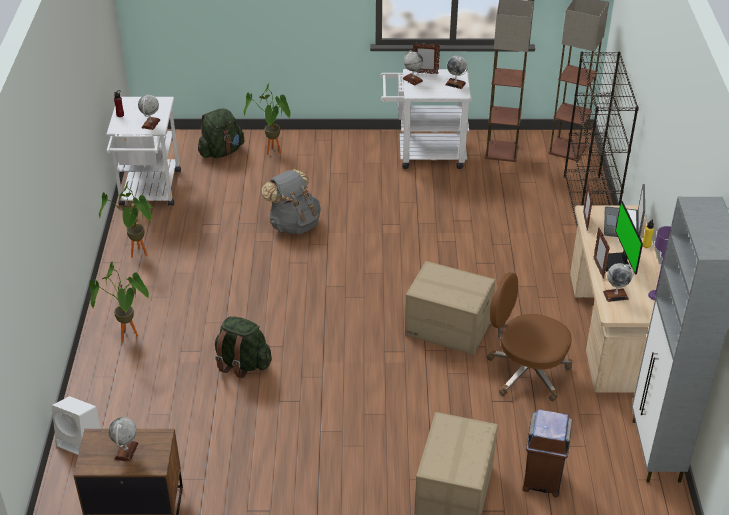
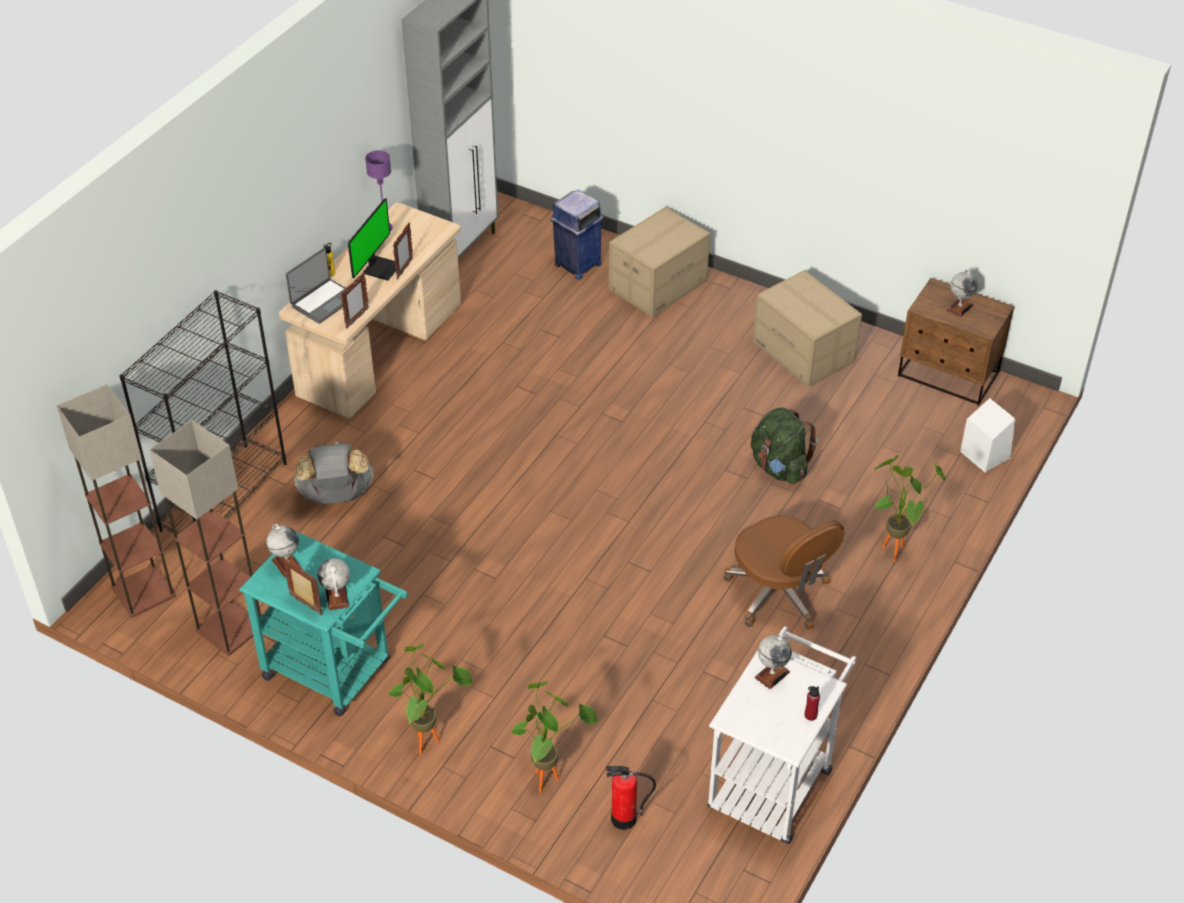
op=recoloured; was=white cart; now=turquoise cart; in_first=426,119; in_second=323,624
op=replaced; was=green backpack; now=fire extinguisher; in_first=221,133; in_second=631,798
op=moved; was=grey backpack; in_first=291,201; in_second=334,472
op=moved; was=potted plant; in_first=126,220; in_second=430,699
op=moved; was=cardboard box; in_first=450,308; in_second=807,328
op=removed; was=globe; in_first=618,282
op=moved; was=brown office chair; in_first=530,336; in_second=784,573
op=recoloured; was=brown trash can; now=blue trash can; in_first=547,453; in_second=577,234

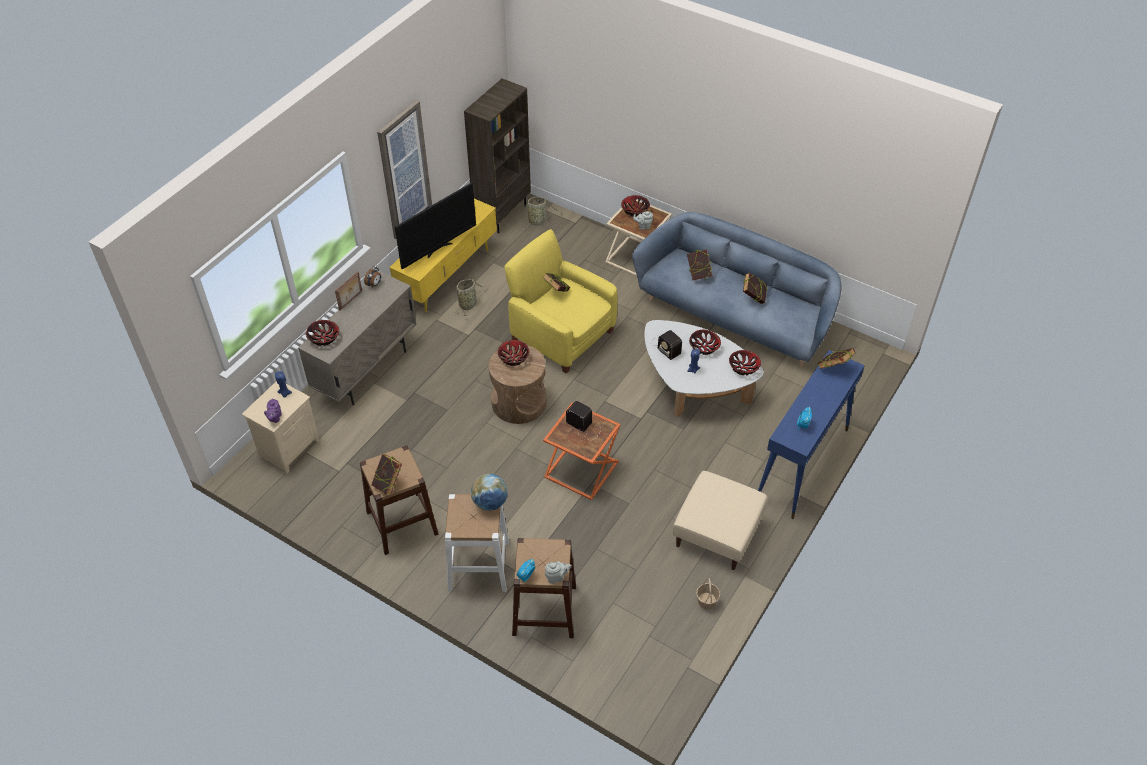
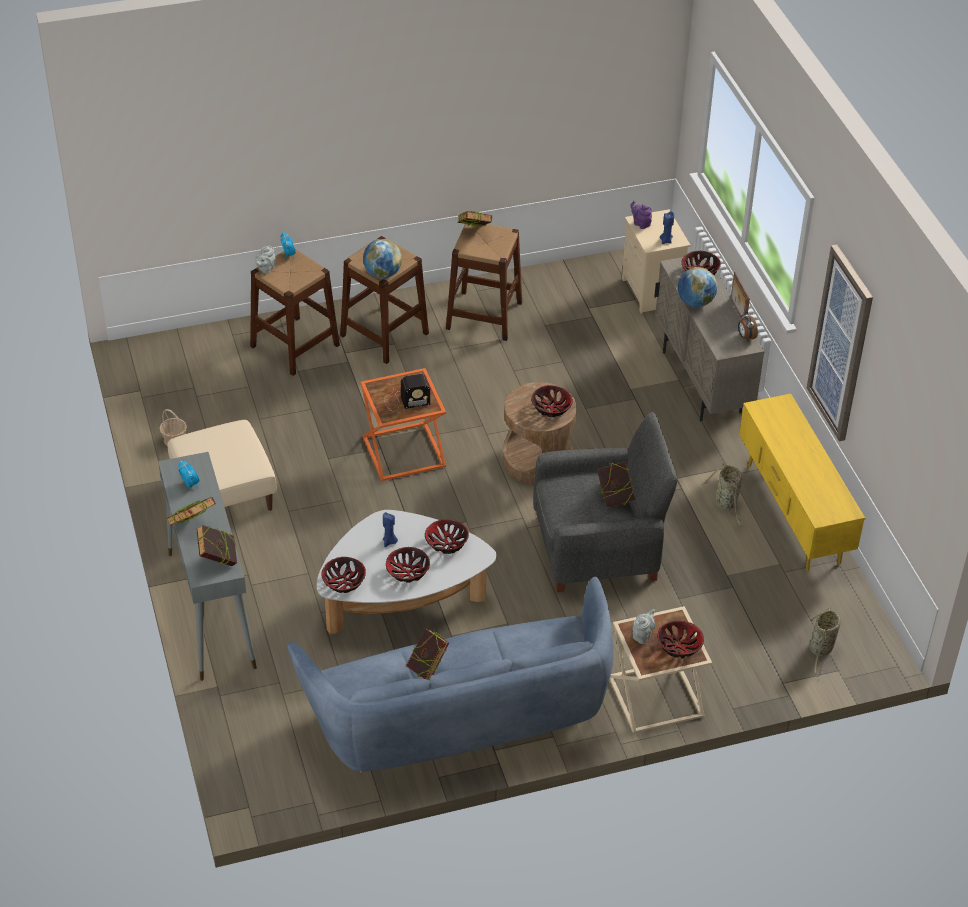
op=removed; was=brown bookcase; in_first=497,155
op=removed; was=television; in_first=435,226
op=recoloured; was=yellow armchair; now=grey armchair; in_first=560,301; in_second=605,502
op=moved; was=book; in_first=700,265; in_second=191,511
op=replaced; was=radio; now=bowl; in_first=666,345; in_second=447,536
op=recoloured; was=blue console table; now=grey console table; in_first=811,434; in_second=207,566
op=recoloured; was=white stool; now=brown stool; in_first=477,543; in_second=384,300
op=added; now=globe; in_second=697,287

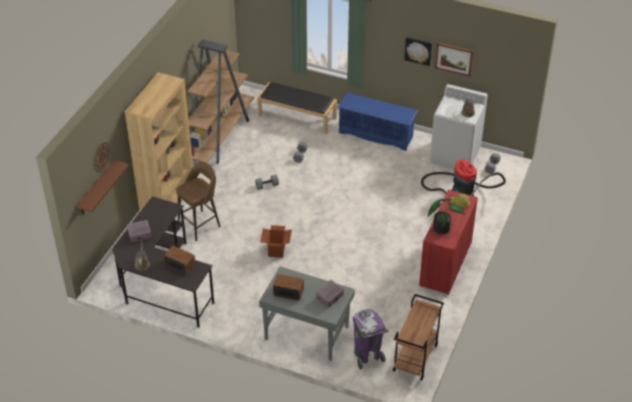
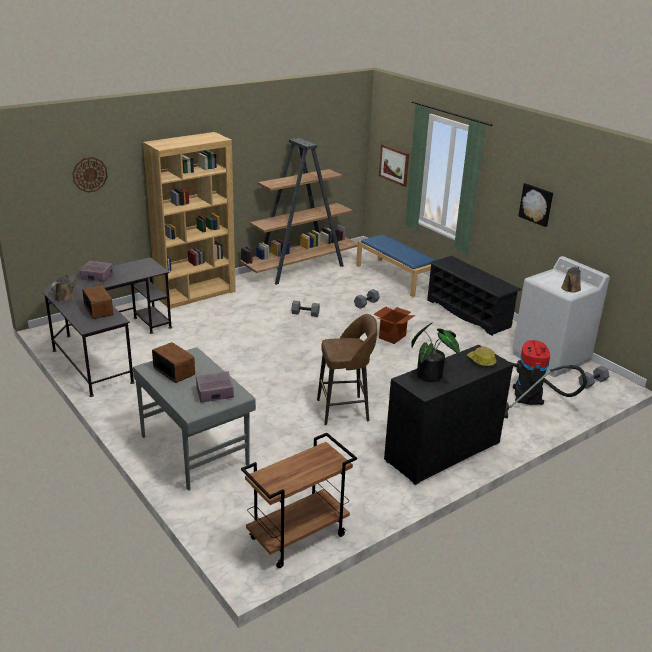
op=moved; was=picture; in_first=454,60; in_second=394,165
op=recoloured; was=black bench; now=blue bench; in_first=297,108; in_second=395,266
op=recoloured; was=blue shoe rack; now=black shoe rack; in_first=378,122; in_second=474,296
op=removed; was=brown shelf; in_first=103,187
op=moved; was=brown stool; in_first=198,201; in_second=347,369
op=recoloured; was=red cabinet; now=black cabinet; in_first=448,242; in_second=449,415
op=moved; was=cardboard box; in_first=276,241; in_second=394,325
op=removed; was=purple trash can; in_first=371,339

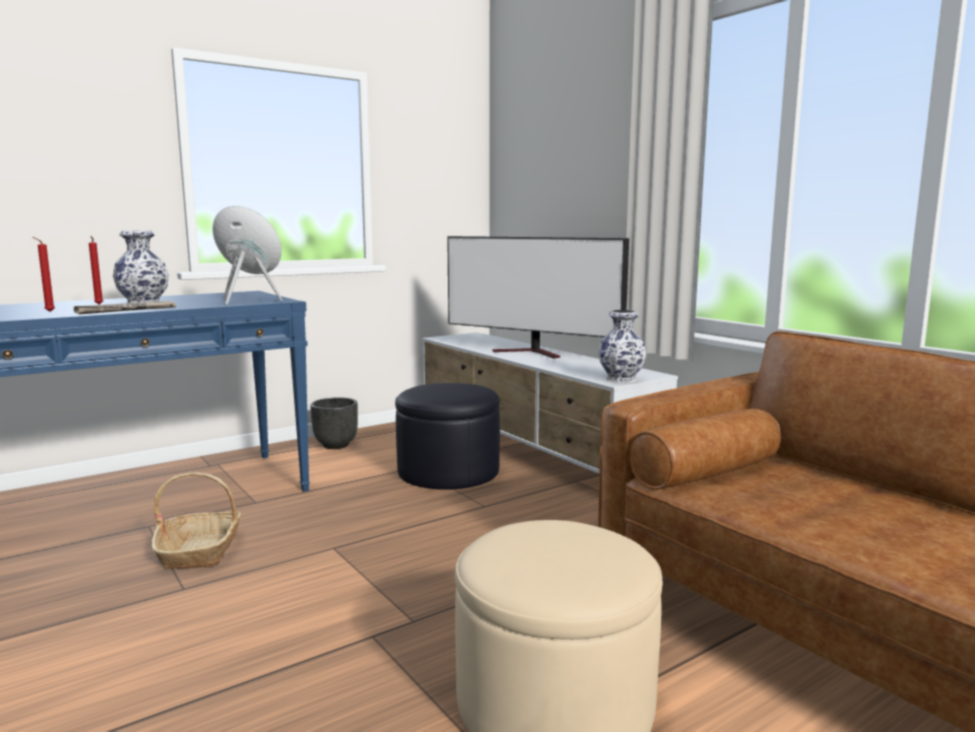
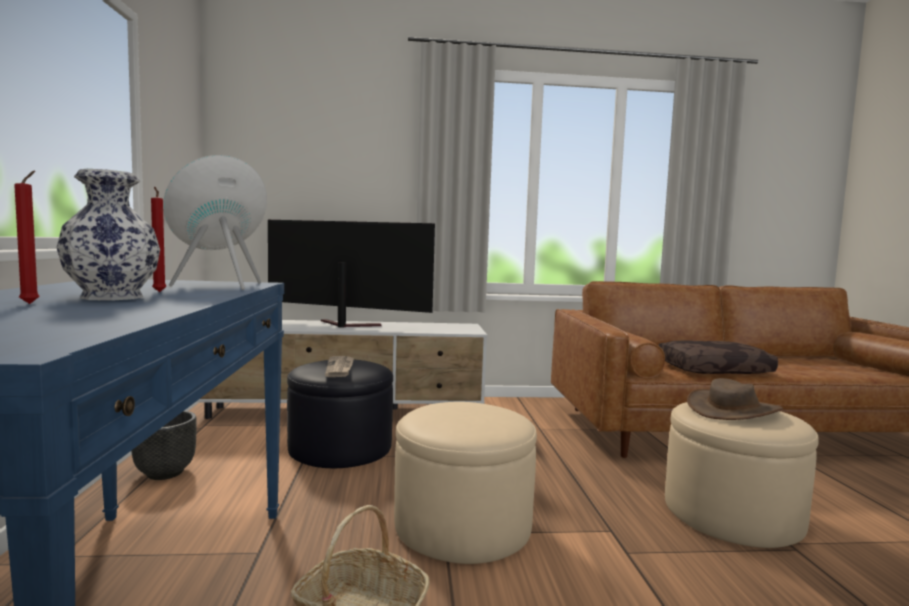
op=turned; was=television; in_first=538,297; in_second=351,274; clockwise=-135
op=moved; was=red candle; in_first=43,274; in_second=159,239
op=moved; was=newspaper; in_first=124,307; in_second=339,366
op=removed; was=vase; in_first=622,346
op=added; now=brown pillow; in_second=718,357
op=added; now=brown hat; in_second=735,399
op=added; now=beige ottoman; in_second=465,483

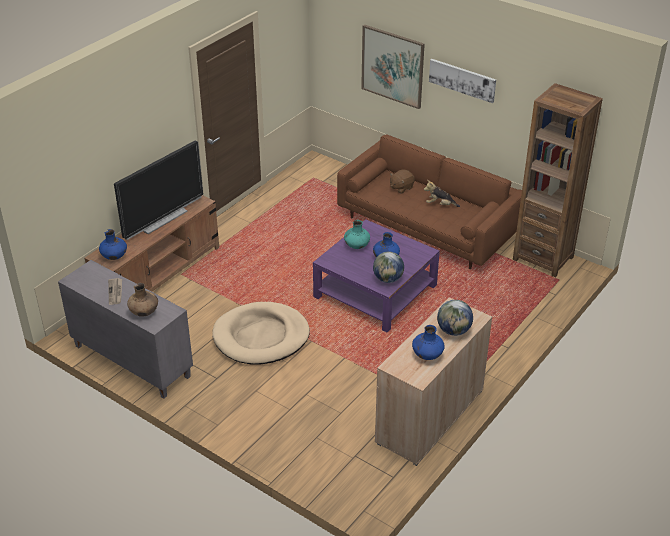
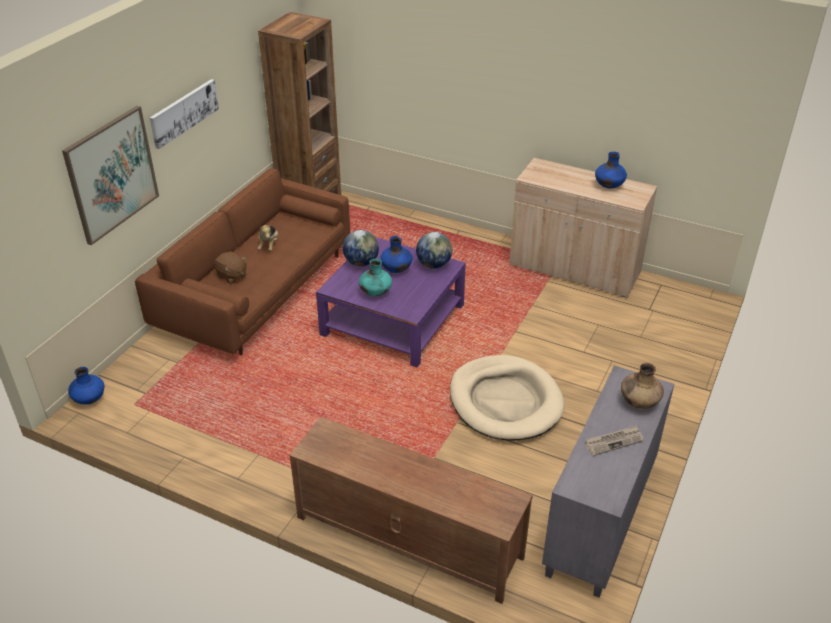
op=removed; was=television; in_first=158,190
op=moved; was=blue vase; in_first=113,244; in_second=86,386
op=moved; was=globe; in_first=455,318; in_second=361,248

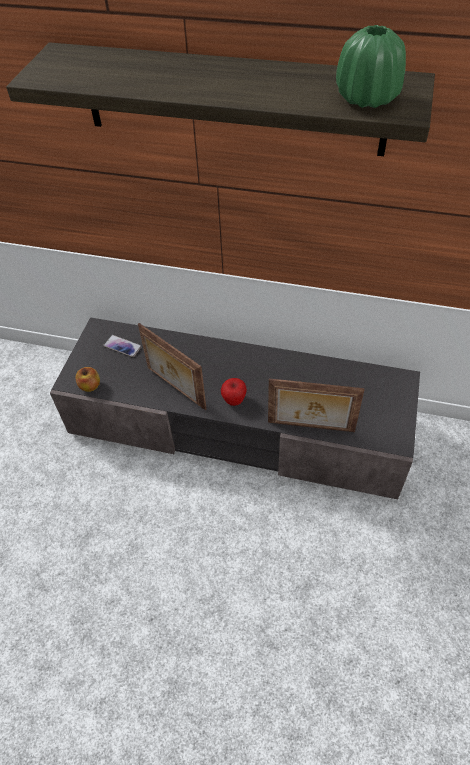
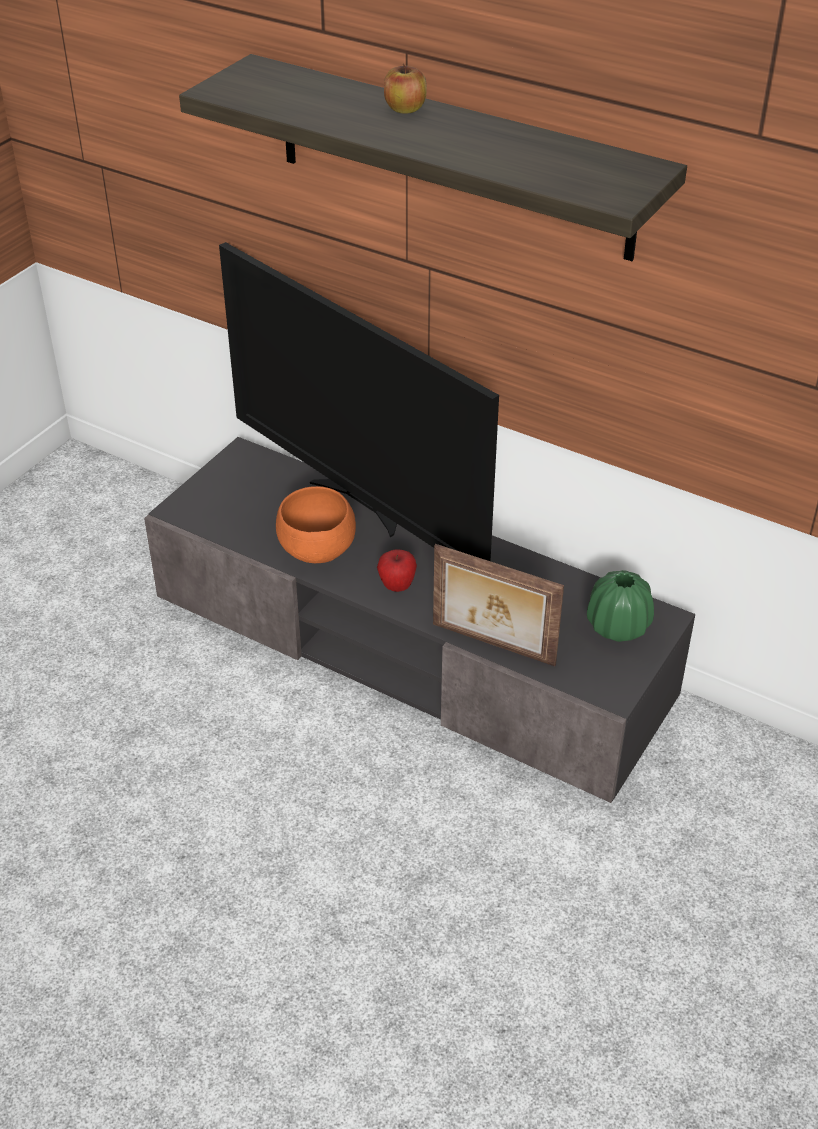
op=moved; was=green vase; in_first=371,66; in_second=620,606
op=replaced; was=picture frame; now=orange bowl; in_first=172,366; in_second=316,524
op=removed; was=phone; in_first=122,346
op=moved; was=apple; in_first=87,379; in_second=405,88
op=added; now=television; in_second=359,401

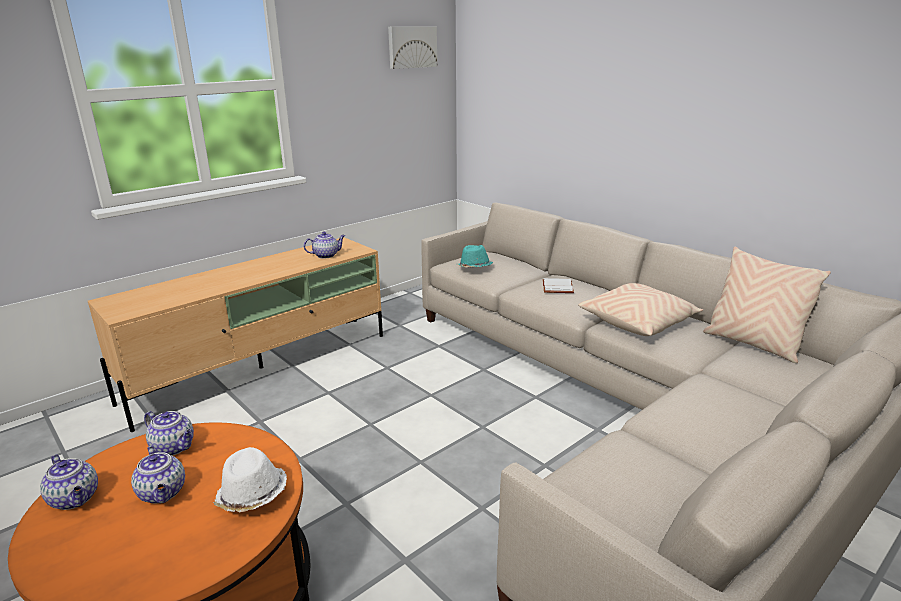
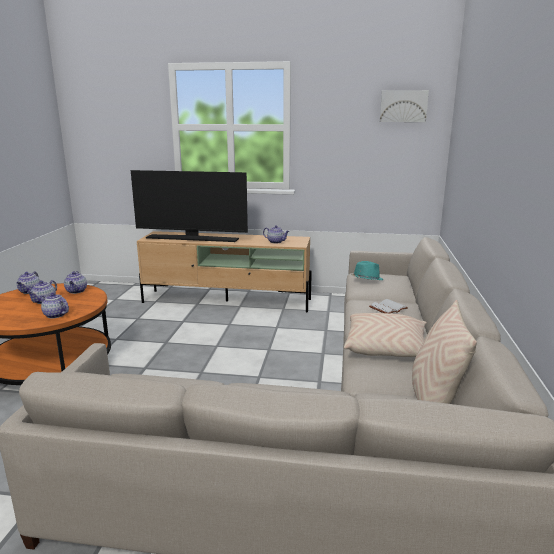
op=replaced; was=white hat; now=teapot; in_first=250,479; in_second=54,306
op=added; now=television; in_second=189,206

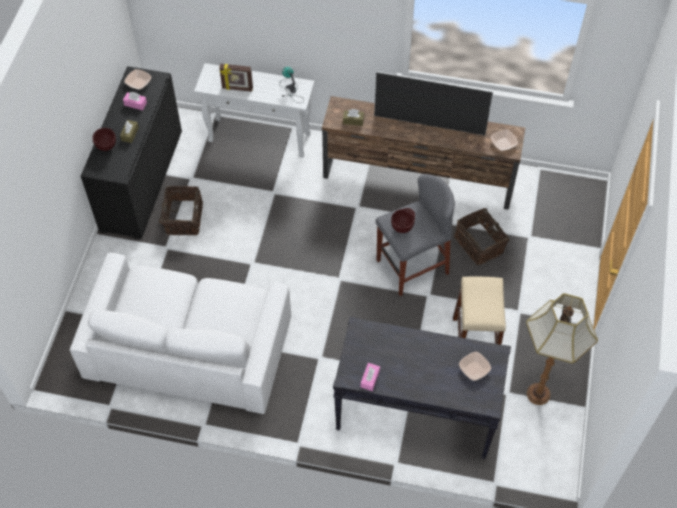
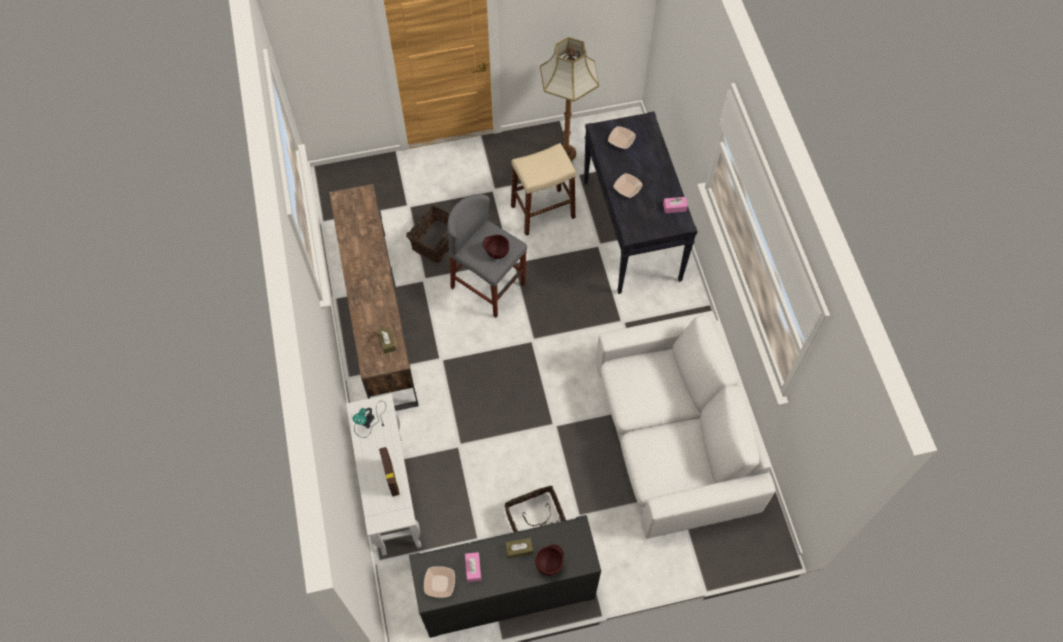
op=removed; was=television; in_first=433,103
op=moved; was=bowl; in_first=504,140; in_second=628,185

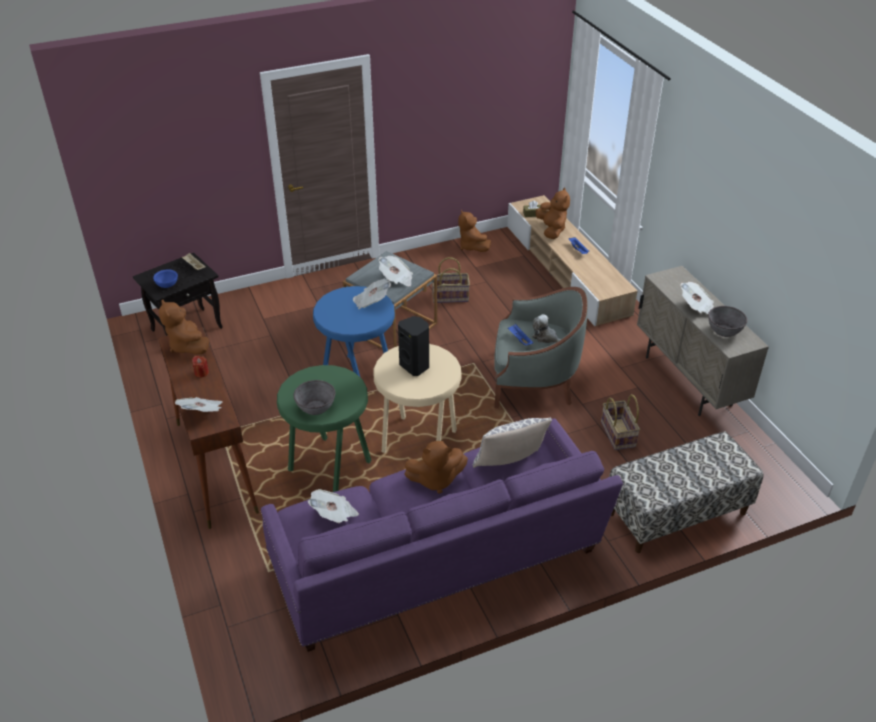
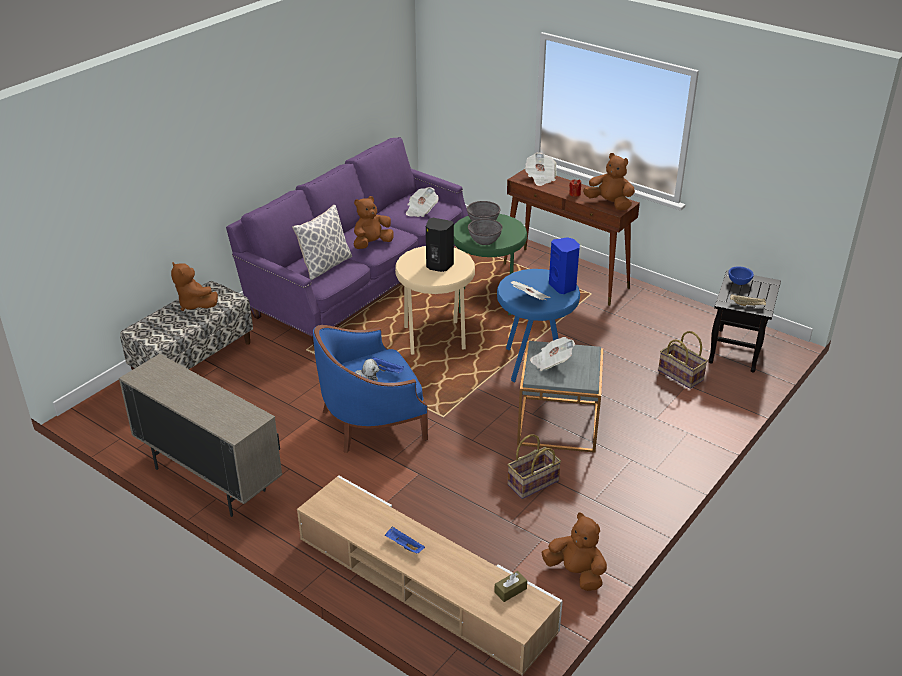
op=moved; was=brown plush toy; in_first=553,213; in_second=194,286
op=removed; was=newspaper; in_first=697,298
op=recoloured; was=grey armchair; now=blue armchair; in_first=541,347; in_second=370,389
op=moved; was=grey bowl; in_first=727,321; in_second=485,232
op=moved; was=basket; in_first=620,422; in_second=683,360
op=added; now=blue speaker; in_second=564,265

